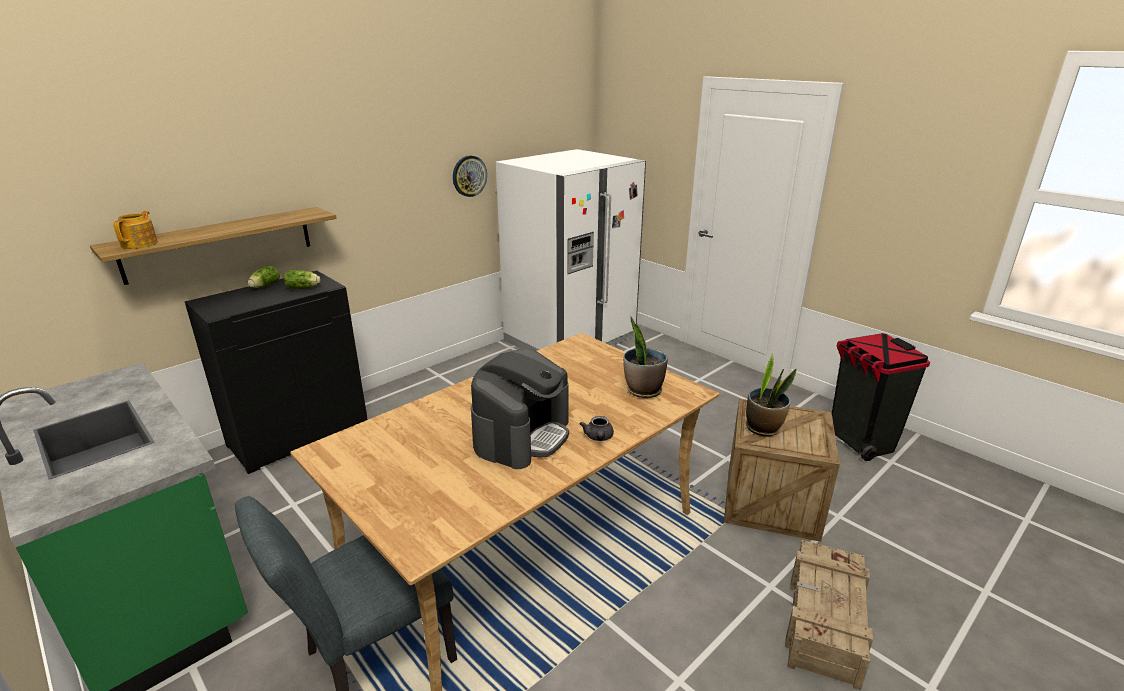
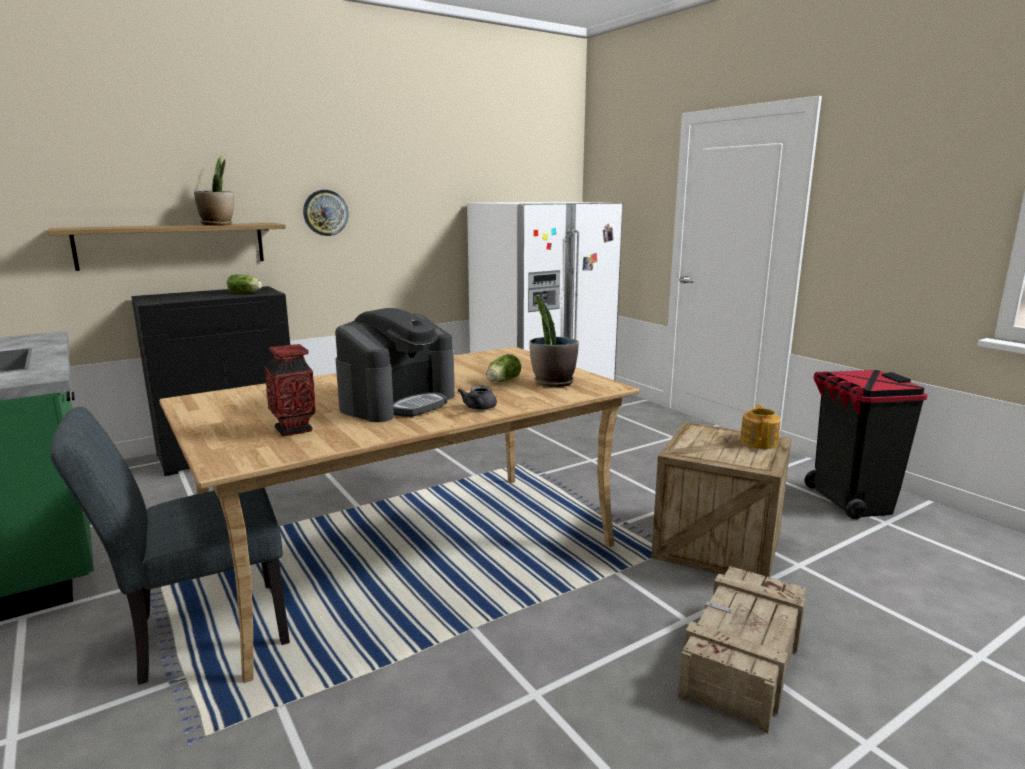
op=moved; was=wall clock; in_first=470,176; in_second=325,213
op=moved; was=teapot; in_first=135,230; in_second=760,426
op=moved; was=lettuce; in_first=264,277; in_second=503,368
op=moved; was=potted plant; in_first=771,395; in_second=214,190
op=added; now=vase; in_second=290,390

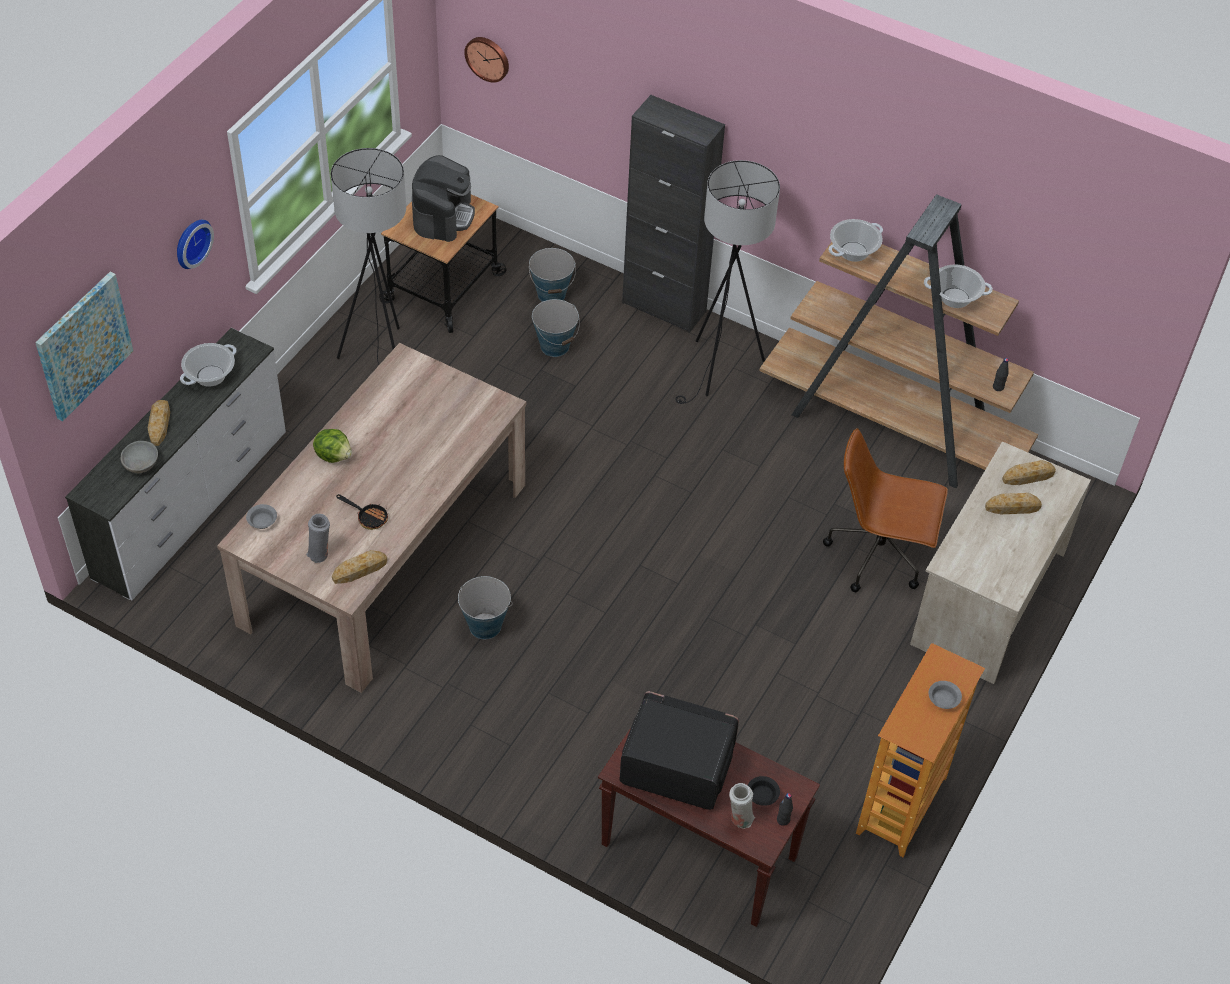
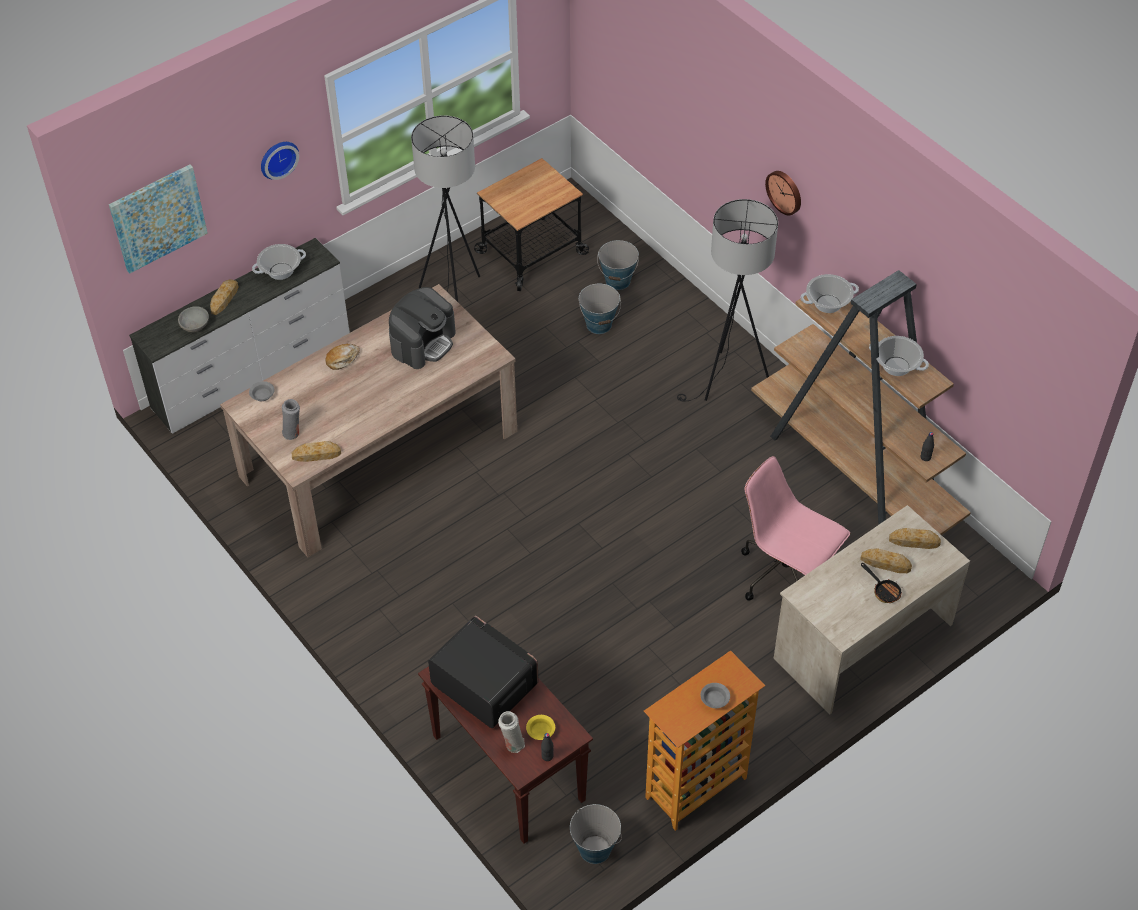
op=moved; was=wall clock; in_first=486,60; in_second=783,193
op=removed; was=black cabinet; in_first=673,214
op=moved; was=coffee machine; in_first=443,198; in_second=422,328
op=recoloured; was=brown office chair; now=pink office chair; in_first=885,510; in_second=795,528
op=replaced; was=lettuce; now=bread; in_first=332,446; in_second=343,357
op=moved; was=frying pan; in_first=362,512; in_second=882,583
op=moved; was=bucket; in_first=485,607; in_second=596,834
op=recoloured; was=black bowl; now=yellow bowl; in_first=764,791; in_second=540,727

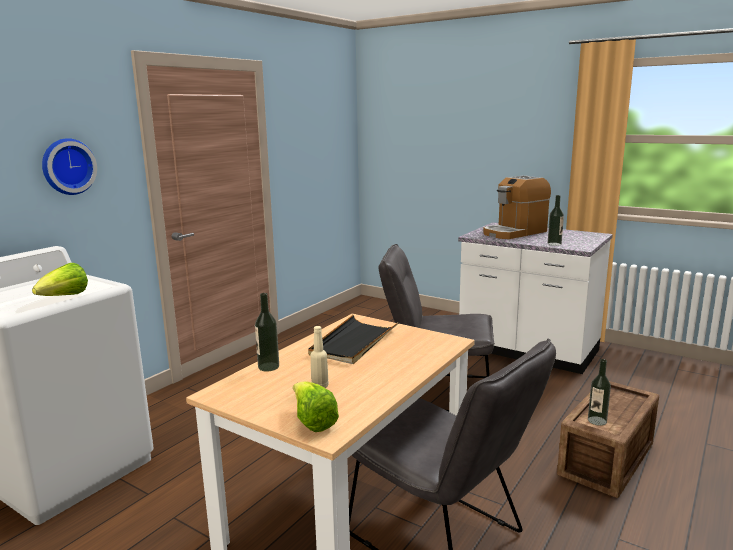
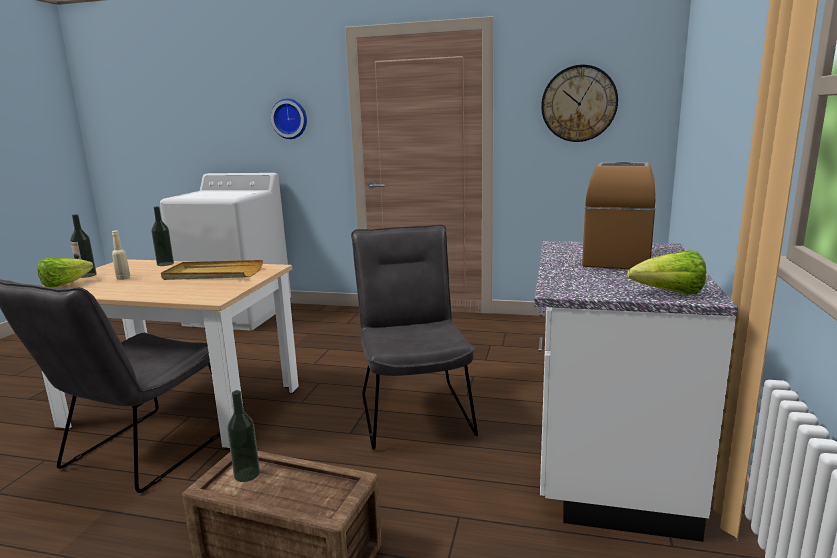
op=turned; was=coffee machine; in_first=517,207; in_second=619,215; clockwise=75
op=moved; was=bottle; in_first=556,220; in_second=83,246
op=moved; was=lettuce; in_first=60,279; in_second=666,272
op=recoloured; was=black tray; now=beige tray; in_first=353,339; in_second=212,270
op=added; now=wall clock; in_second=579,103

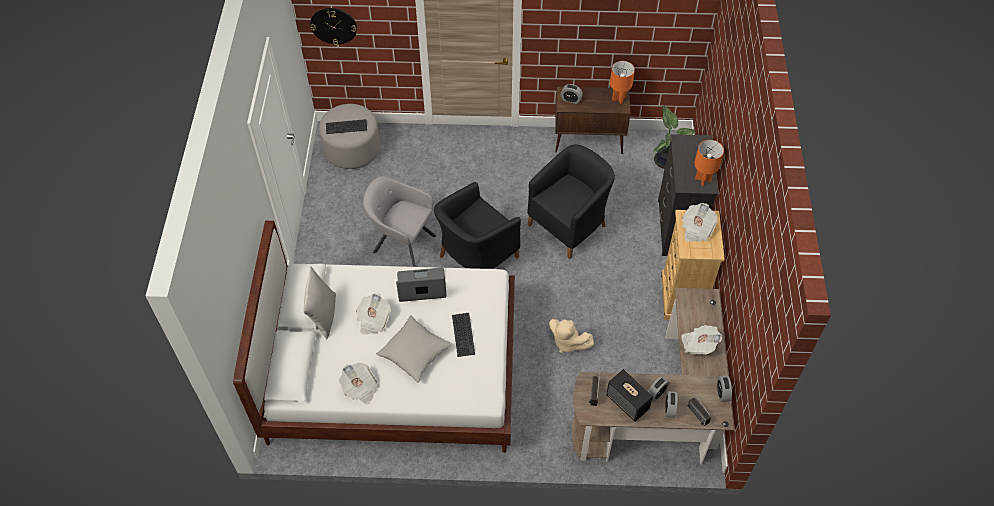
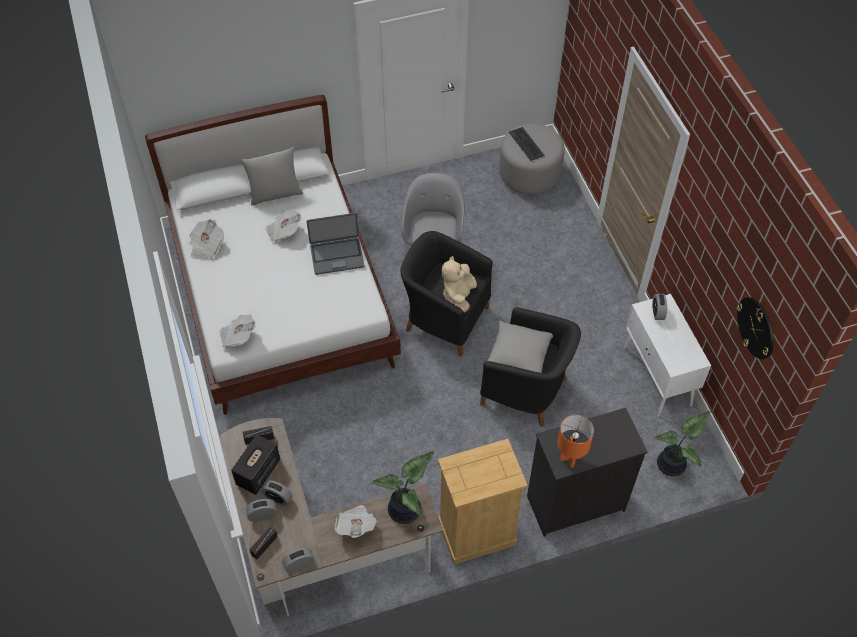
op=moved; was=wall clock; in_first=333,26; in_second=755,328
op=removed; was=orange table lamp; in_first=622,82
op=recoloured; was=brown cabinet; now=white cabinet; in_first=593,120; in_second=667,355
op=moved; was=newspaper; in_first=700,222; in_second=237,330
op=turned; was=laptop; in_first=421,285; in_second=335,244; clockwise=105
op=removed; was=keyboard; in_first=463,335
op=moved; was=grey pillow; in_first=414,349; in_second=520,347
op=moved; was=beige plush toy; in_first=571,336; in_second=459,284
op=added; now=potted plant; in_second=403,487

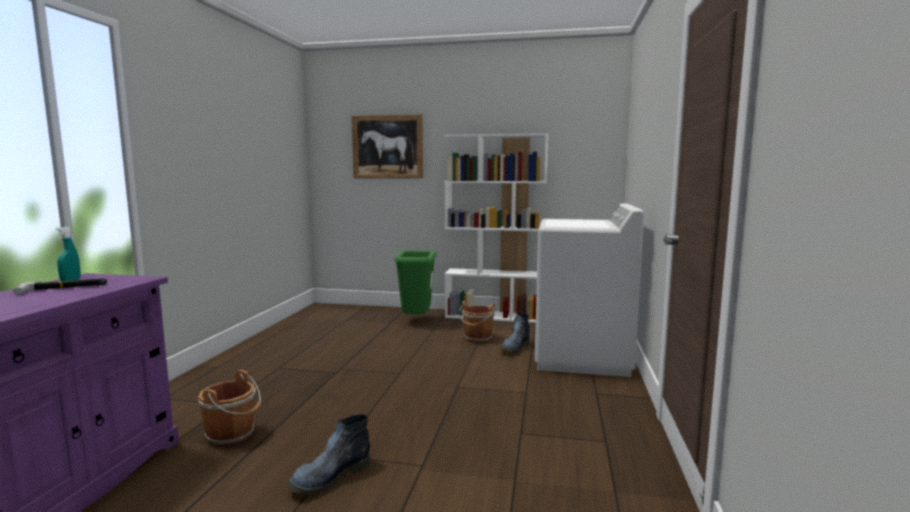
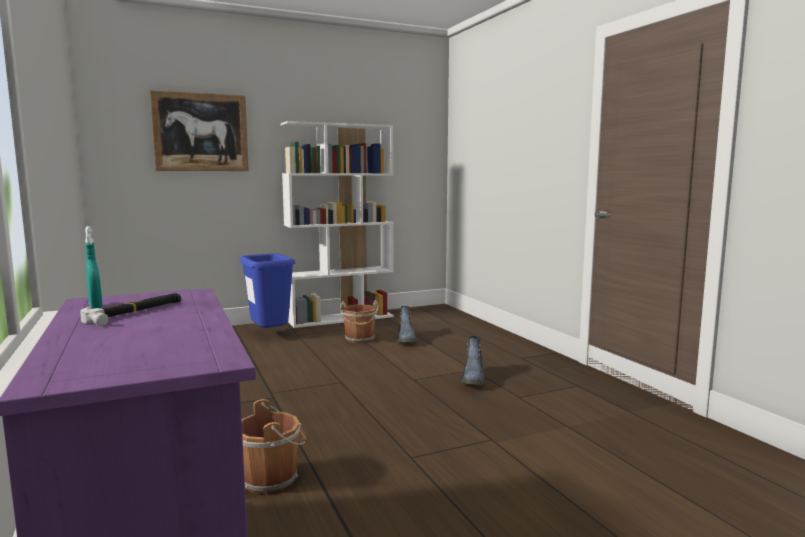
op=removed; was=white washing machine; in_first=589,290
op=recoloured; was=green trash can; now=blue trash can; in_first=415,282; in_second=267,290
op=moved; was=boot; in_first=328,454; in_second=473,361

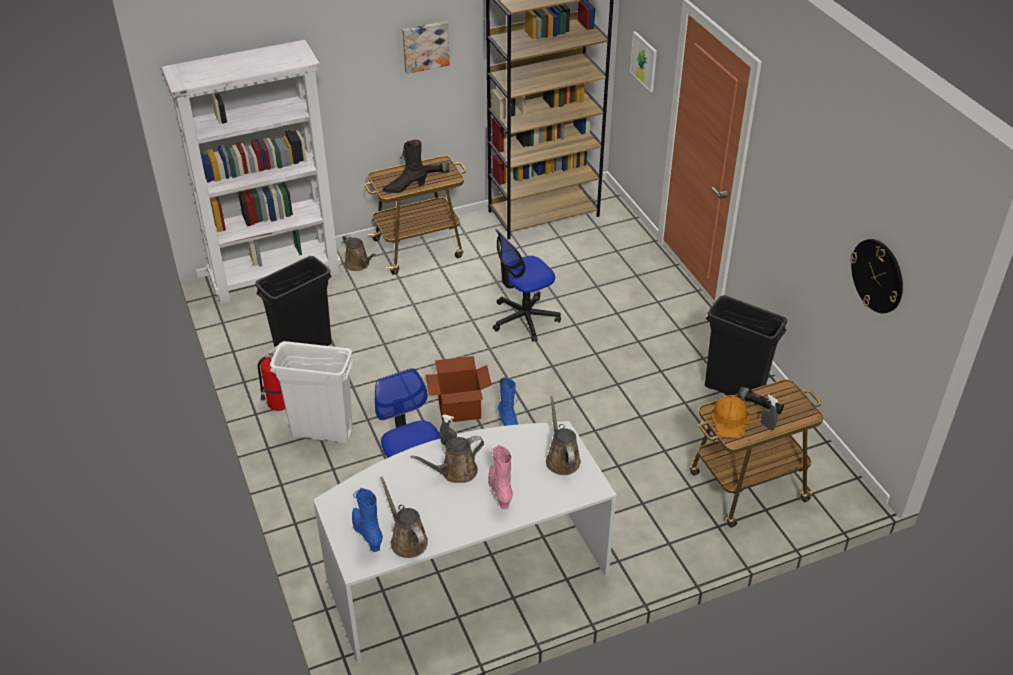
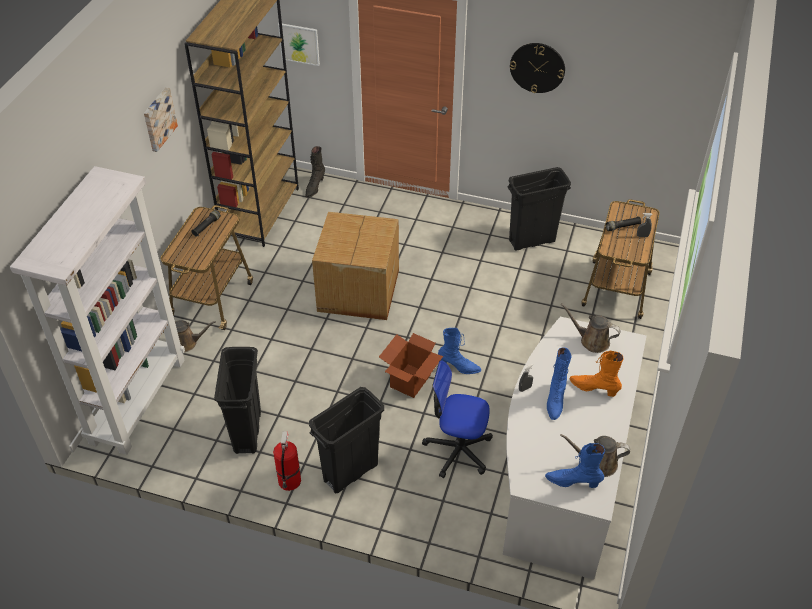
op=moved; was=black boot; in_first=405,166; in_second=315,172
op=replaced; was=office chair; now=cardboard box; in_first=527,285; in_second=355,266
op=moved; was=wall clock; in_first=876,276; in_second=537,68
op=recoloured; was=white trash can; now=black trash can; in_first=312,392; in_second=346,440
op=removed; was=orange hard hat; in_first=730,416
op=replaced; was=brown watering can; now=blue boot; in_first=447,459; in_second=559,383
op=recoloured; was=pink boot; now=orange boot; in_first=500,477; in_second=597,374

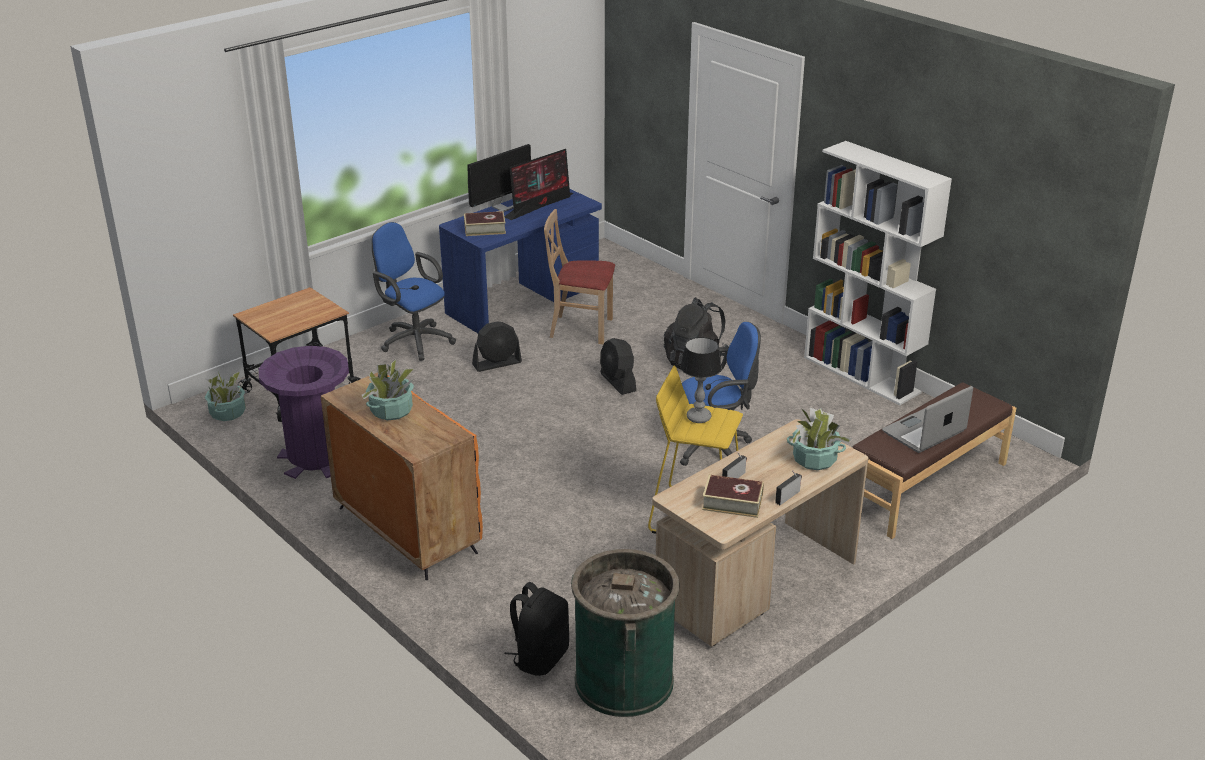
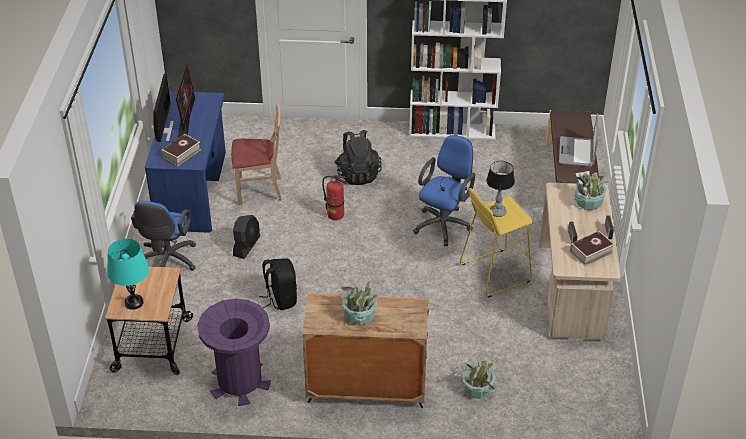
op=turned; was=beige chair; in_first=579,276; in_second=256,154; clockwise=-150
op=turned; was=blue office chair; in_first=414,291; in_second=163,236; clockwise=-75
op=replaced; was=black fan; now=fire extinguisher; in_first=618,366; in_second=334,197
op=moved; was=potted plant; in_first=225,396; in_second=475,377
op=removed; was=green trash can; in_first=625,633
op=moved; was=black backpack; in_first=536,629; in_second=278,284
op=added; now=turquoise table lamp; in_second=128,274

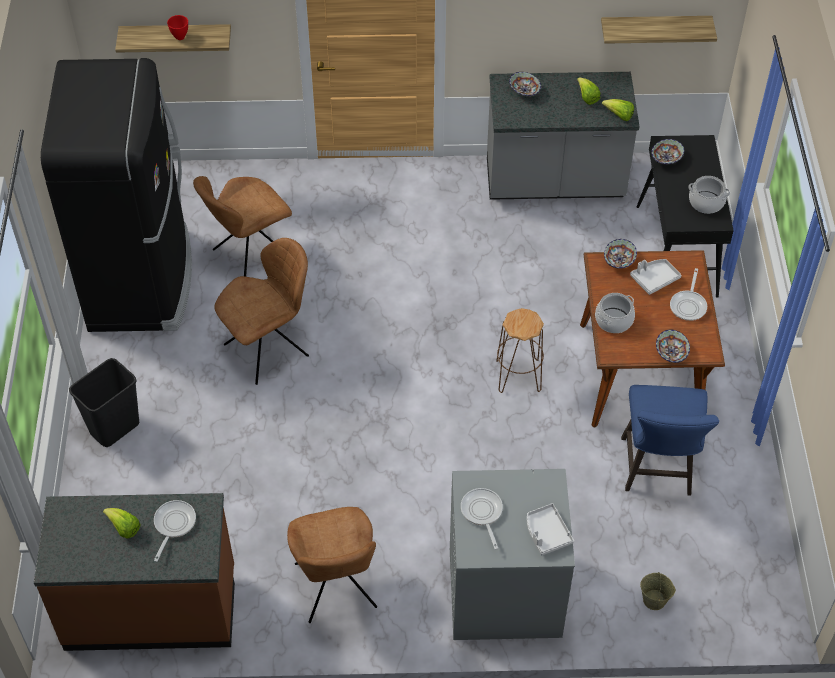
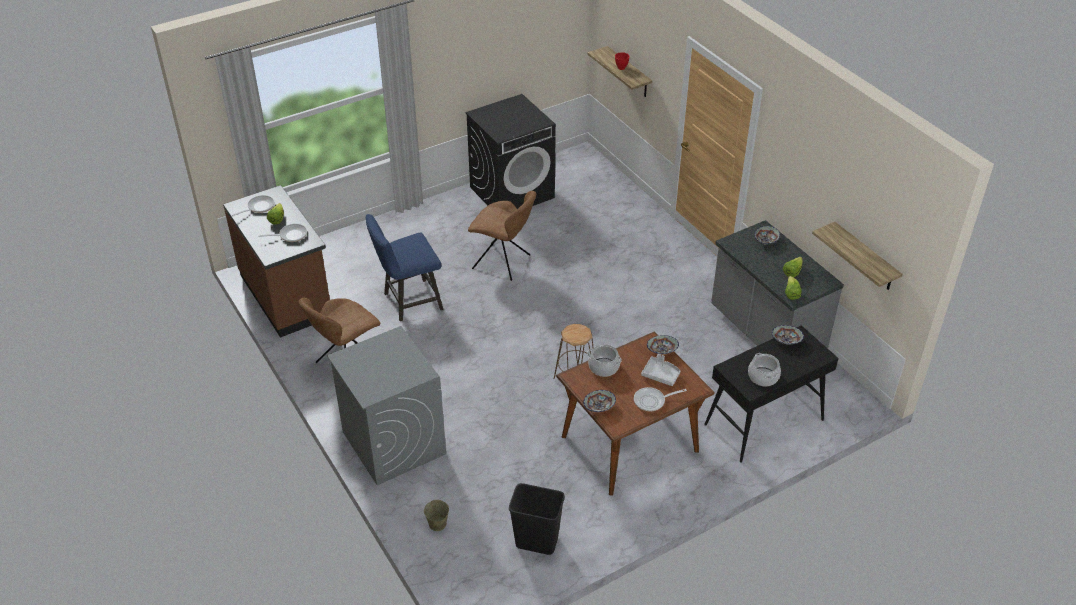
op=replaced; was=black fridge; now=black washing machine; in_first=116,195; in_second=510,151
op=removed; was=brown chair; in_first=242,226
op=moved; was=black trash can; in_first=104,402; in_second=537,519
op=moved; was=blue stool; in_first=670,440; in_second=405,267
op=moved; was=frying pan; in_first=482,519; in_second=253,205
op=removed; was=grey tray; in_first=550,529

